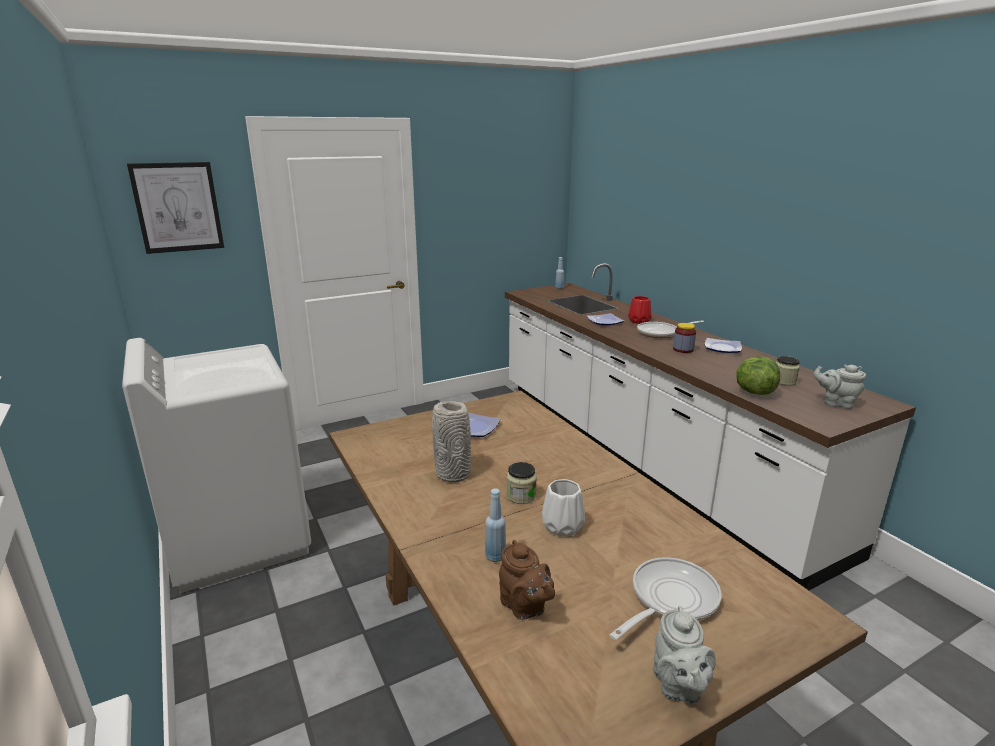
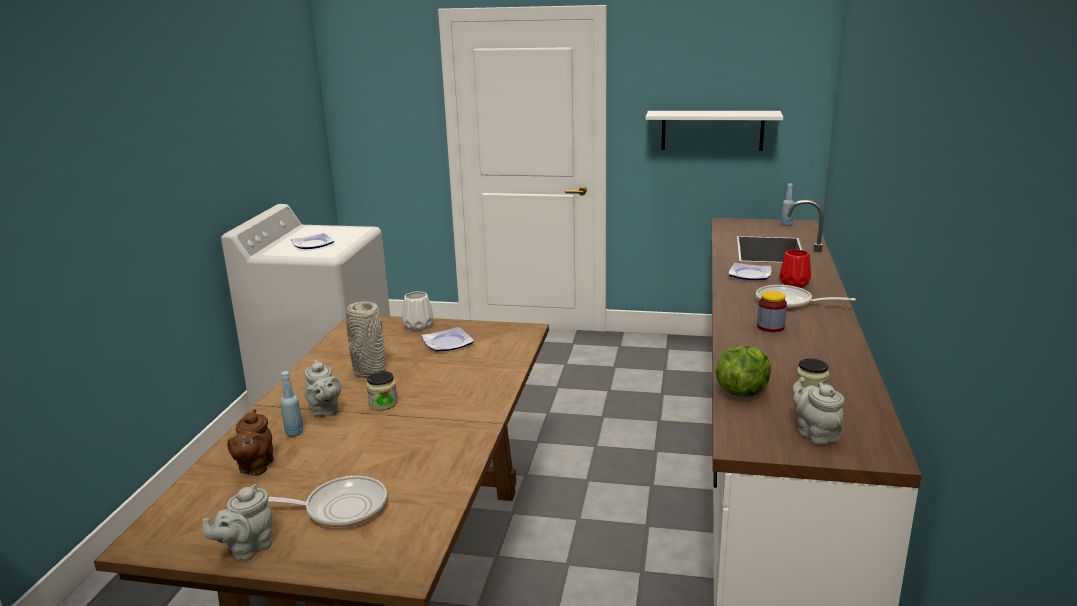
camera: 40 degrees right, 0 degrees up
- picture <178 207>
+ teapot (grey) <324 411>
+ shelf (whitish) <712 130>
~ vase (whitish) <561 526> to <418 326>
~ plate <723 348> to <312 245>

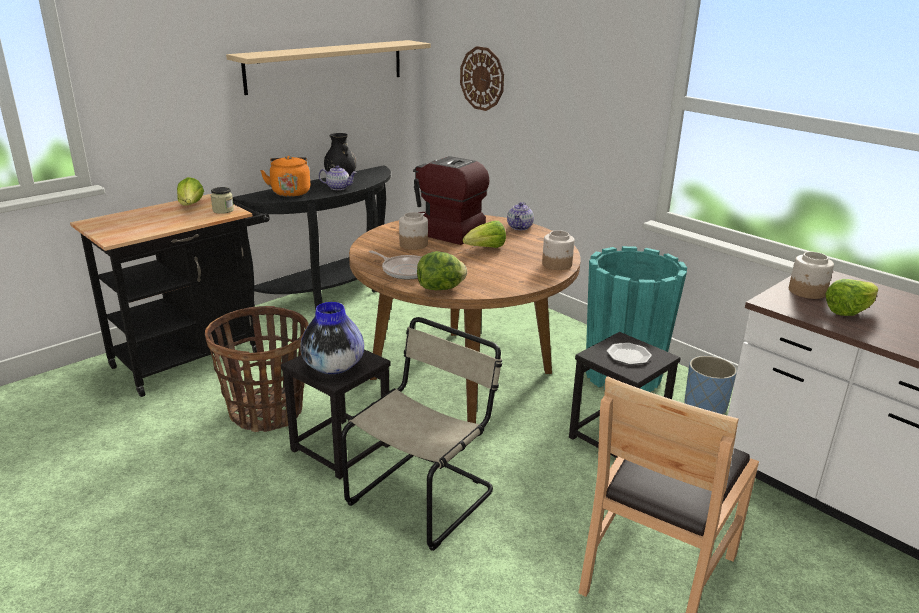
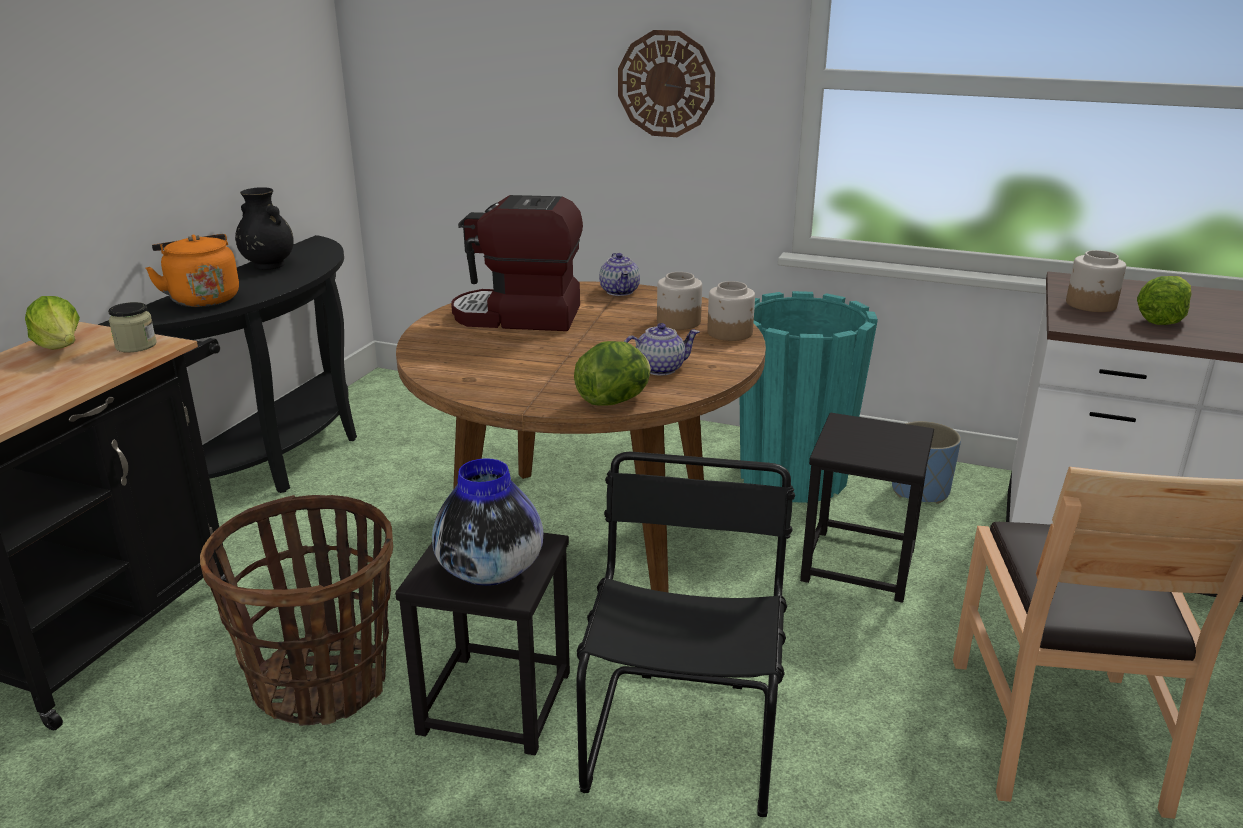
camera: 25 degrees left, 0 degrees up
- shelf (beige-coloured) <326 66>
- pan <405 270>
- lettuce <485 249>
- plate <628 355>
~ teapot <338 188> to <660 368>
~ jar <413 244> to <678 322>
~ clock on the wall <482 78> to <666 84>
~ plain chair (beige-coloured) <425 495> to plain chair (black) <683 733>

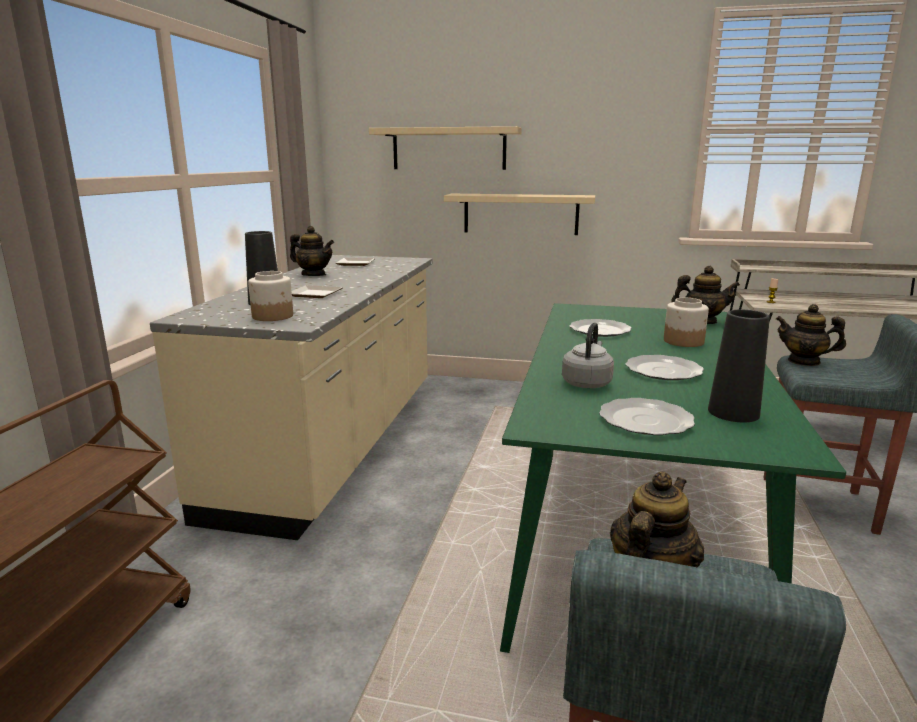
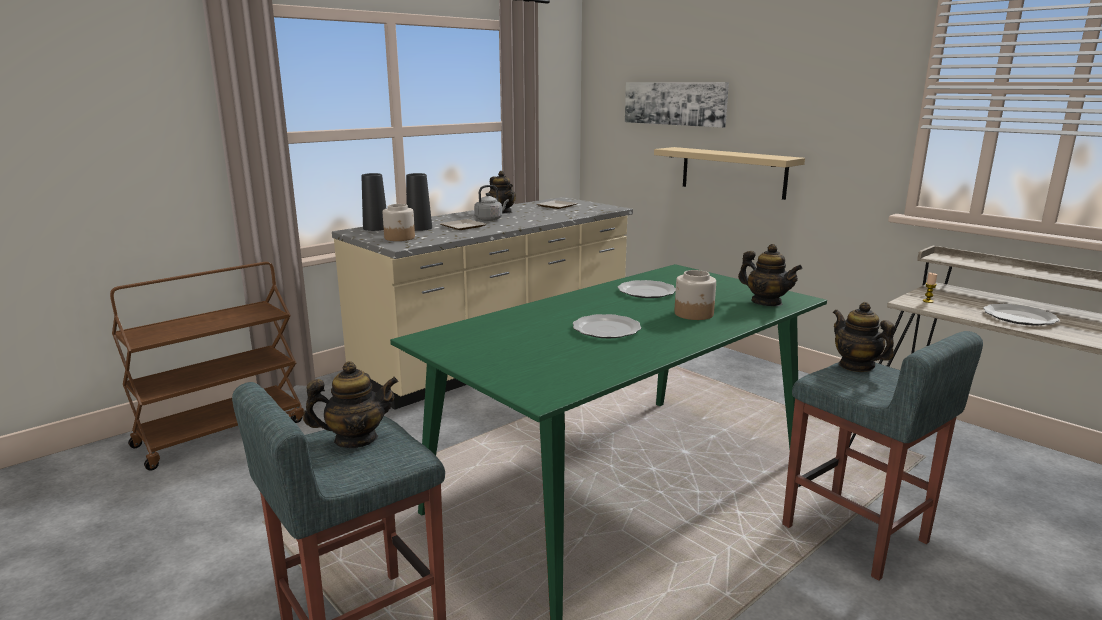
camera: 35 degrees right, 0 degrees up
~ tea kettle (grey) <587 383> to <490 219>
~ plate <646 420> to <1020 317>
~ vase (black) <733 412> to <376 228>
~ shelf (beige-coloured) <449 149> to picture <675 103>

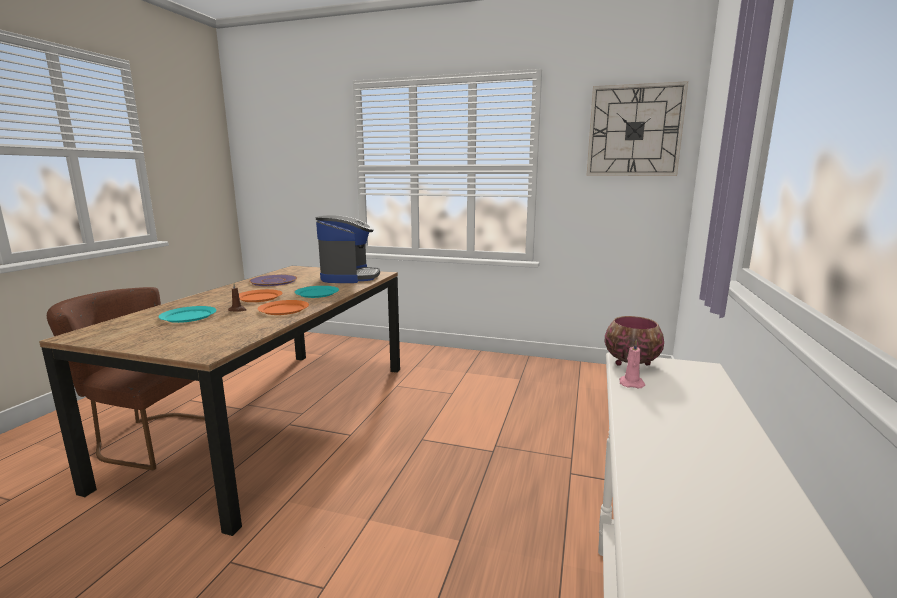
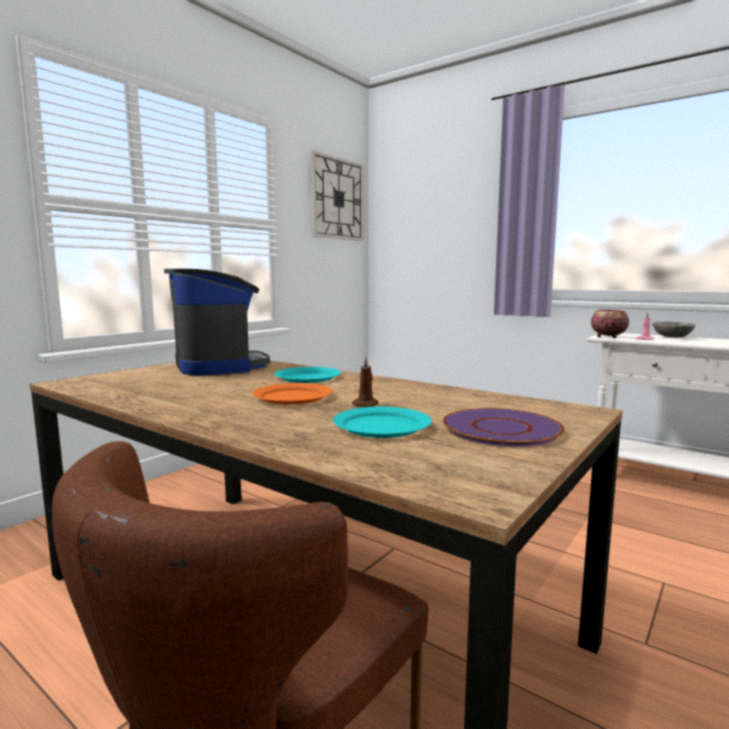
camera: 70 degrees left, 5 degrees down
- plate (orange) <283 310>
+ serving bowl (grey) <671 337>
~ plate (purple) <273 281> to <501 429>
~ coffee brewer <349 277> = <219 366> 45 degrees clockwise

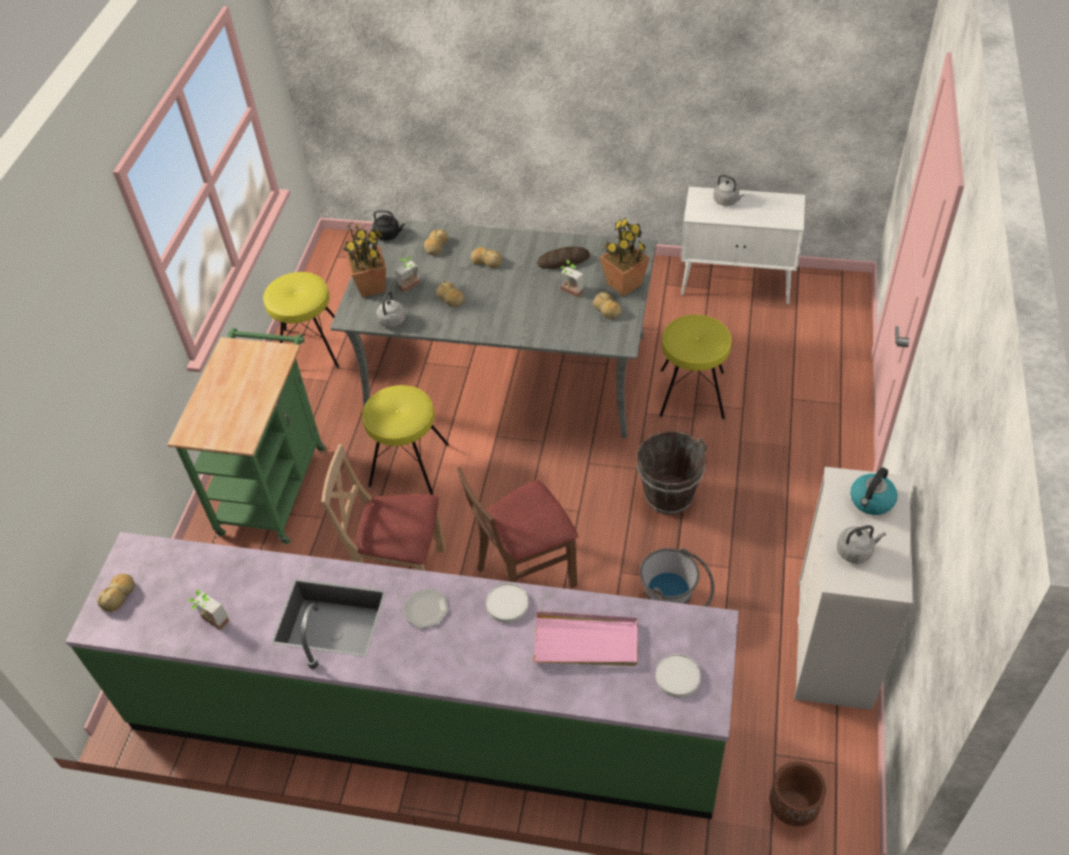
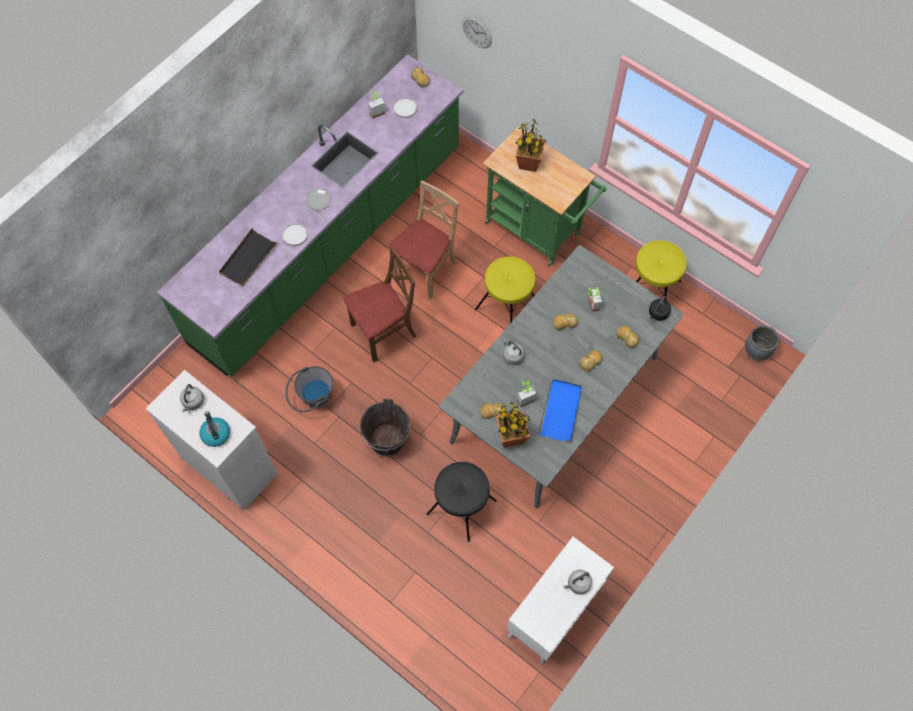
camera: 115 degrees right, 15 degrees up
- flower pot (brown-coloured) <793 807>
+ clock on the wall <477 32>
+ flower pot (grey) <757 351>
~ potted plant <371 286> to <529 163>
~ tea kettle (grey) <391 322> to <512 356>
~ plate (whitish) <678 677> to <405 109>
~ bread <563 261> to tray (blue) <560 411>
~ tray (pink) <586 642> to tray (black) <248 259>
~ sitting stool (yellow-coloured) <692 394> to sitting stool (black) <461 507>
~ plain chair (brown-coloured) <525 574> = <384 332> 60 degrees clockwise

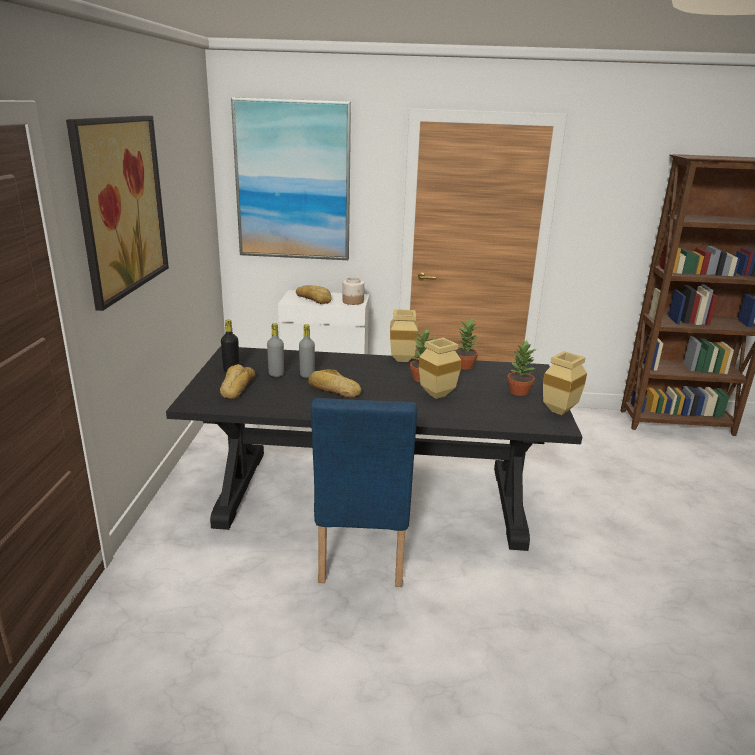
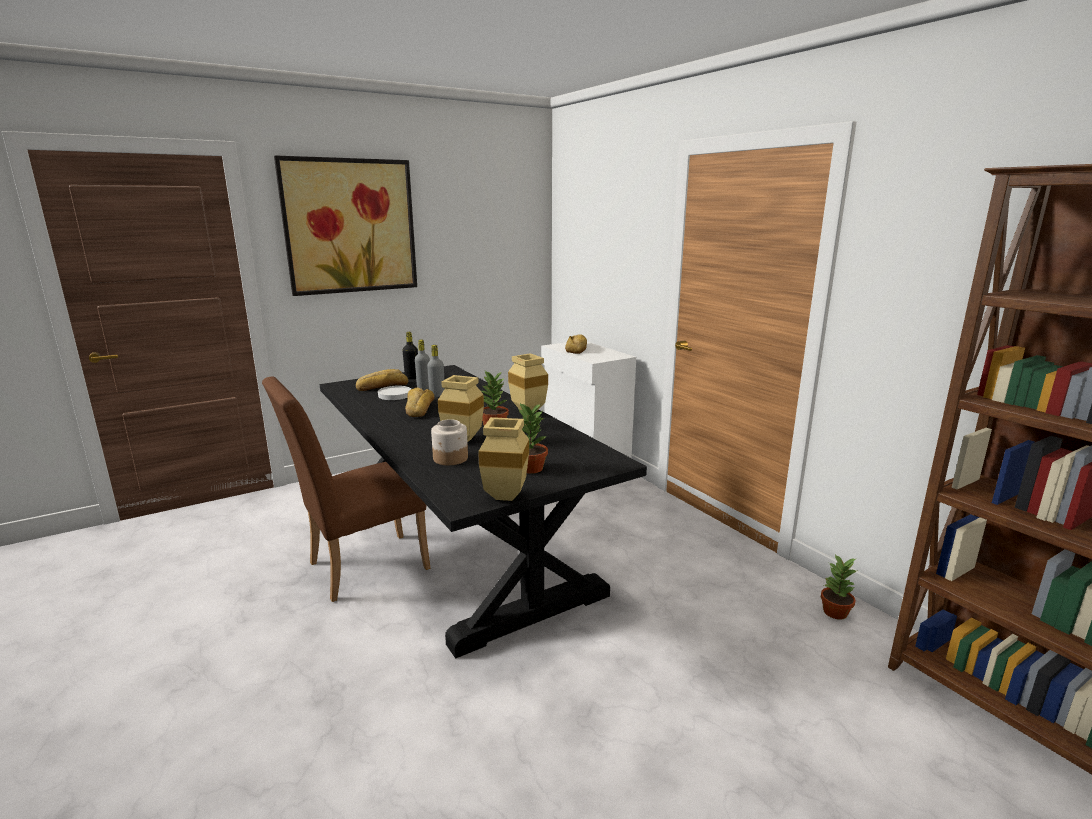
camera: 55 degrees right, 5 degrees down
- picture <293 181>
+ plate (whitish) <395 395>
~ jar <353 301> to <450 458>
~ potted plant <464 366> to <835 613>
~ plain chair (blue) <361 558> to plain chair (brown-coloured) <359 568>

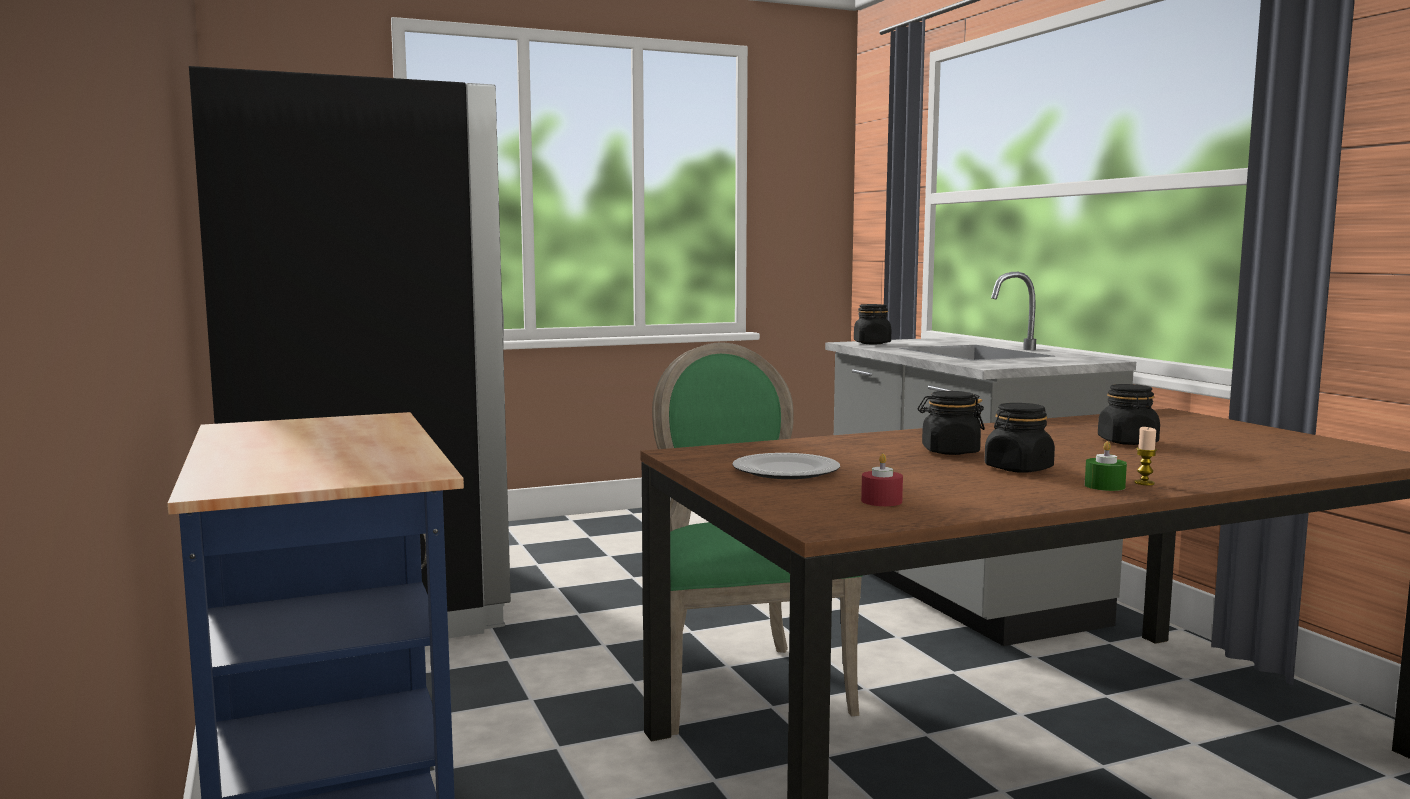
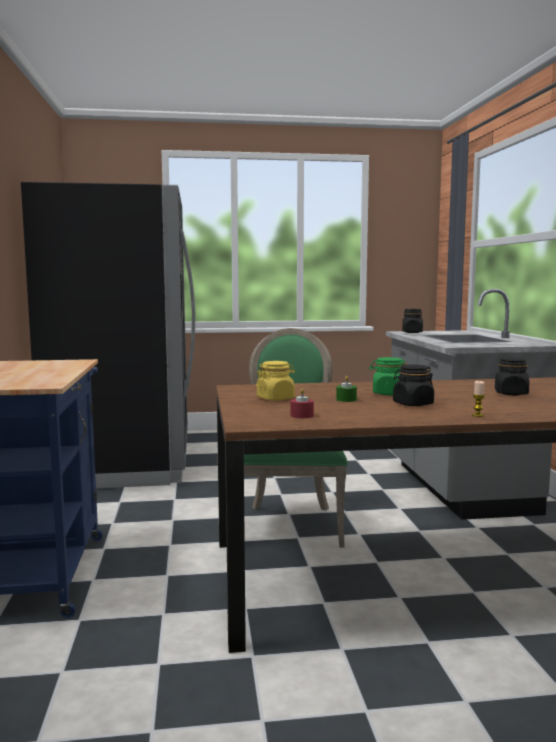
camera: 15 degrees right, 0 degrees up
~ wax candle (greenish) <1104 486> to <346 400>
~ plate <786 471> to jar (yellow-coloured) <275 398>
~ jar (black) <949 451> to jar (greenish) <388 393>

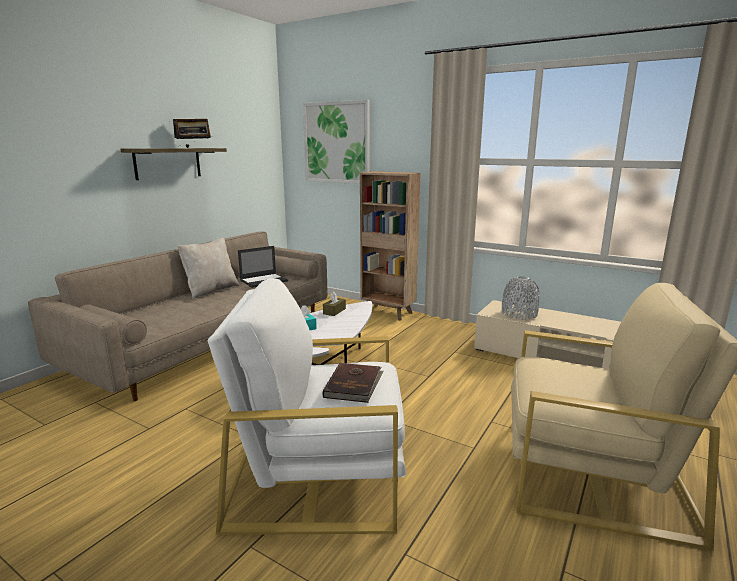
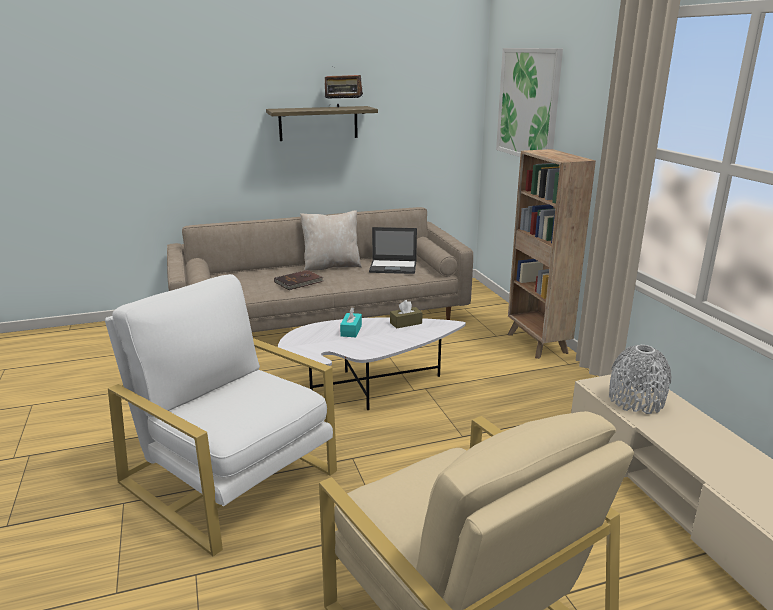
camera: 40 degrees right, 5 degrees up
~ bound book (brown-coloured) <354 384> to <299 282>

